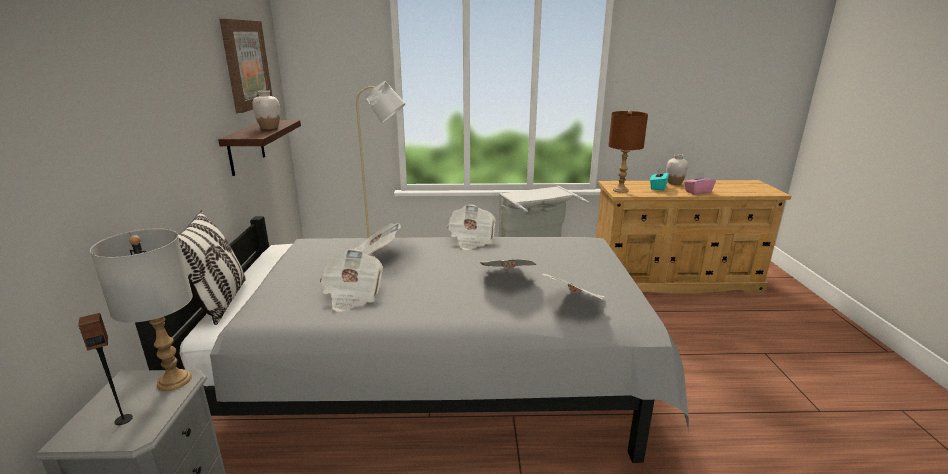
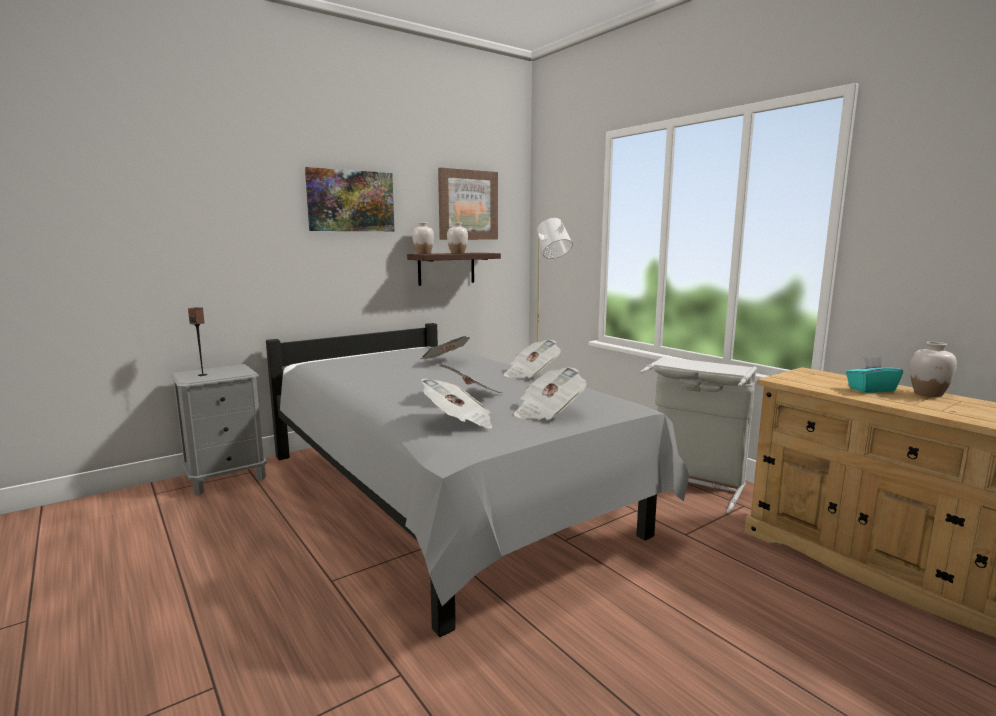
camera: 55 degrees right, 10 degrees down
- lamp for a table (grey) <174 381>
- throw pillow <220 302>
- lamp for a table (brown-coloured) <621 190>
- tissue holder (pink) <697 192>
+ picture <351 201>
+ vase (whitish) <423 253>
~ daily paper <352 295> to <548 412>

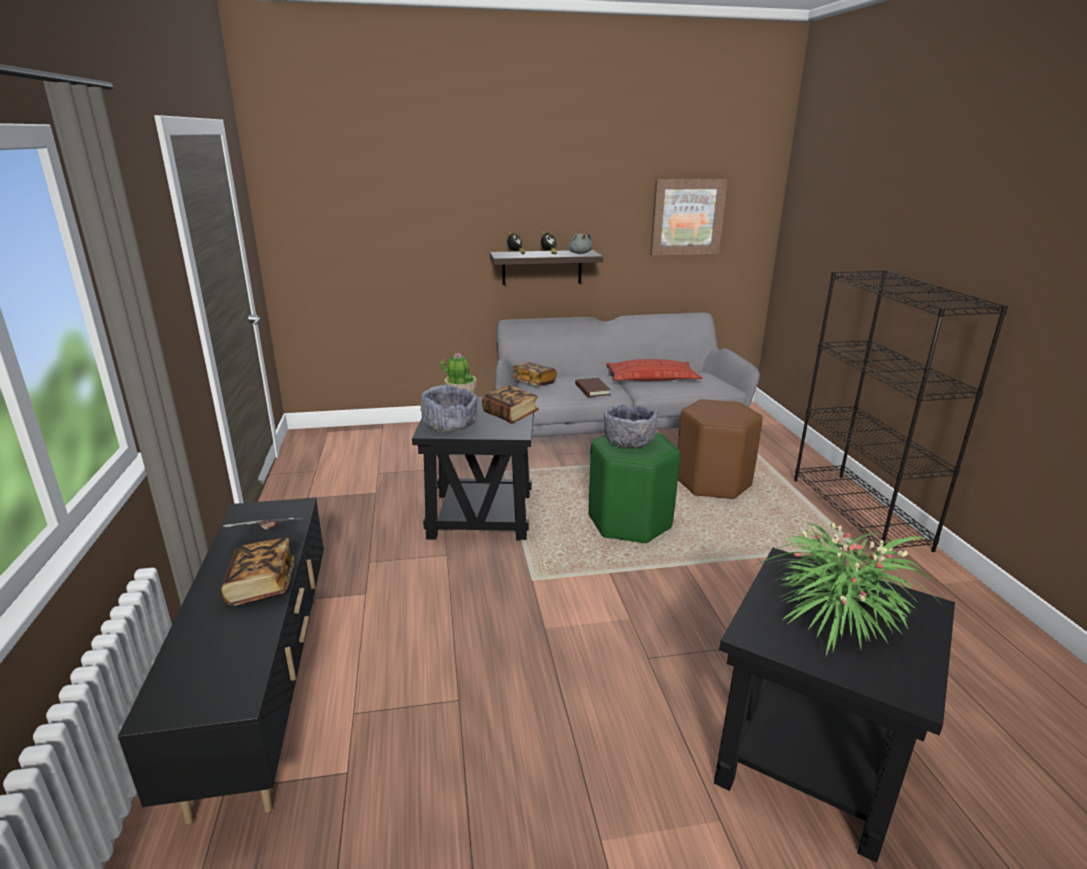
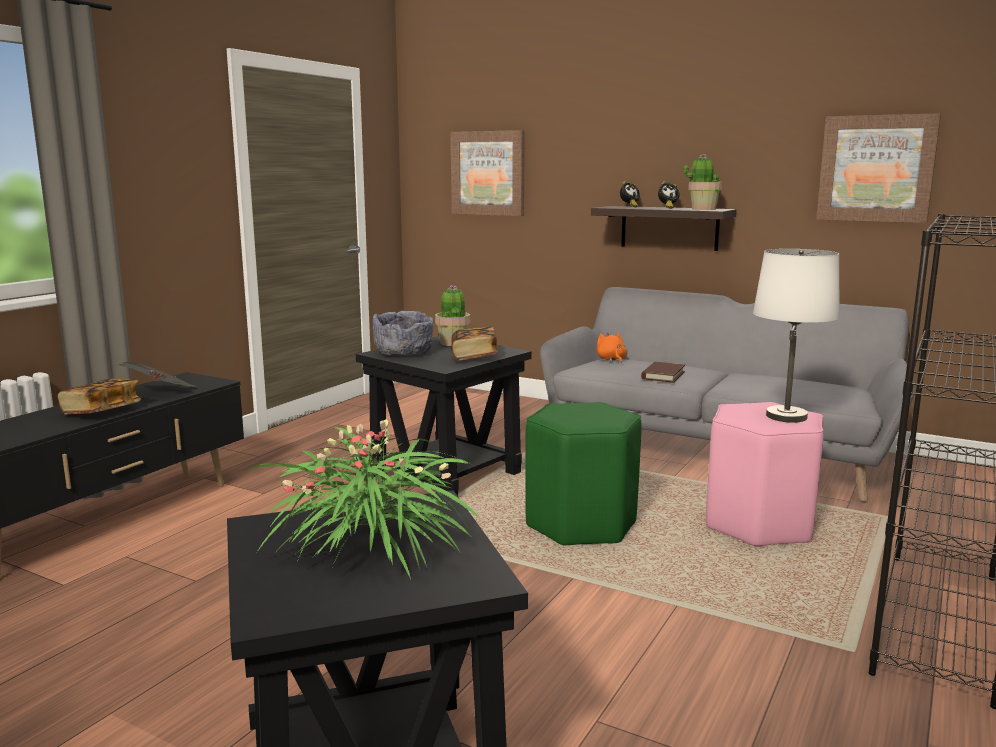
camera: 40 degrees right, 10 degrees down
- serving bowl (grey) <628 441>
- throw pillow <652 378>
+ picture <488 173>
+ lamp for a table (whitish) <785 416>
~ bound book <534 382> to soft toy (orange) <611 359>
~ soft toy (grey) <579 253> to potted plant <703 209>
~ sitting stool (brown-coloured) <713 483> to sitting stool (pink) <759 525>

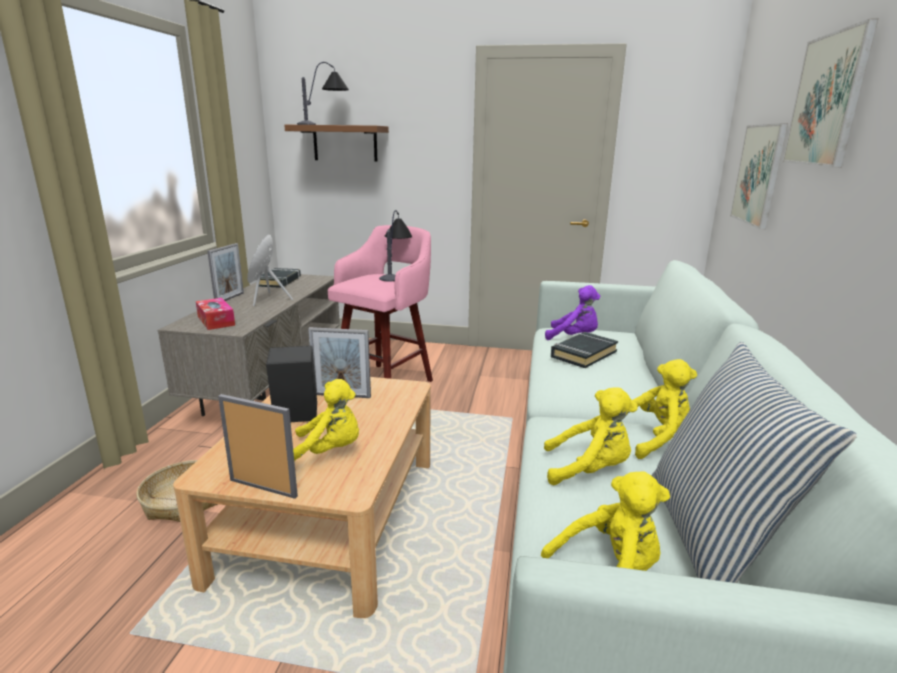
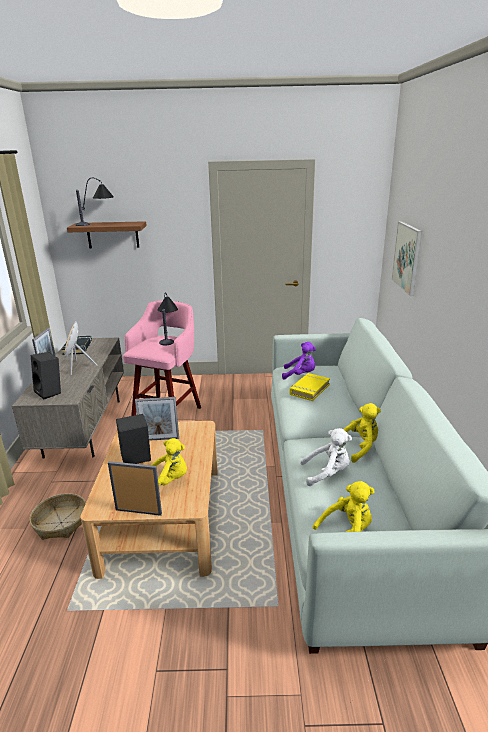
camera: 10 degrees left, 5 degrees up
- throw pillow <711 539>
- picture <827 100>
~ tissue holder <216 321> to audio speaker (black) <50 392>
~ soft toy (yellow-coloured) <589 470> to soft toy (whitish) <327 473>
~ bound book (black) <583 354> to bound book (yellow-coloured) <309 389>

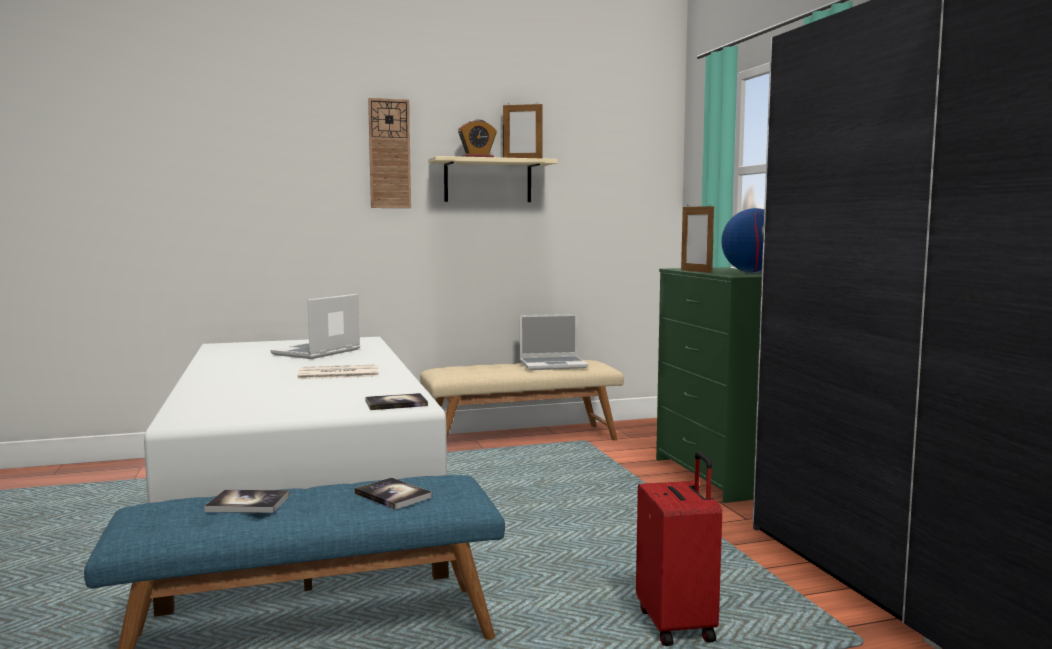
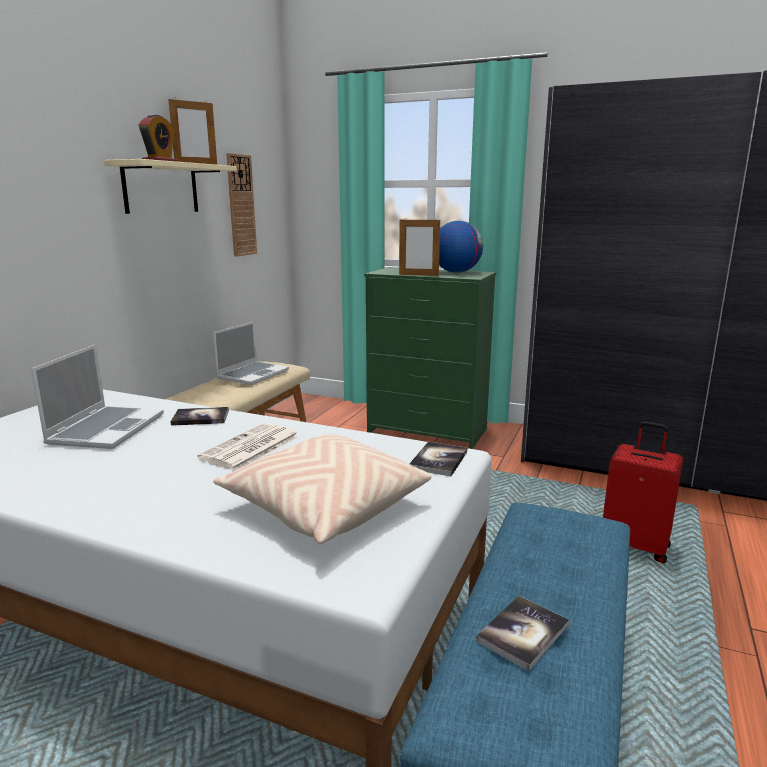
camera: 50 degrees left, 10 degrees up
+ throw pillow (beige-coloured) <324 507>
~ bound book <393 495> to <200 418>
~ clock on the wall <389 154> to <241 205>
~ laptop <317 352> = <106 429> 150 degrees counterclockwise

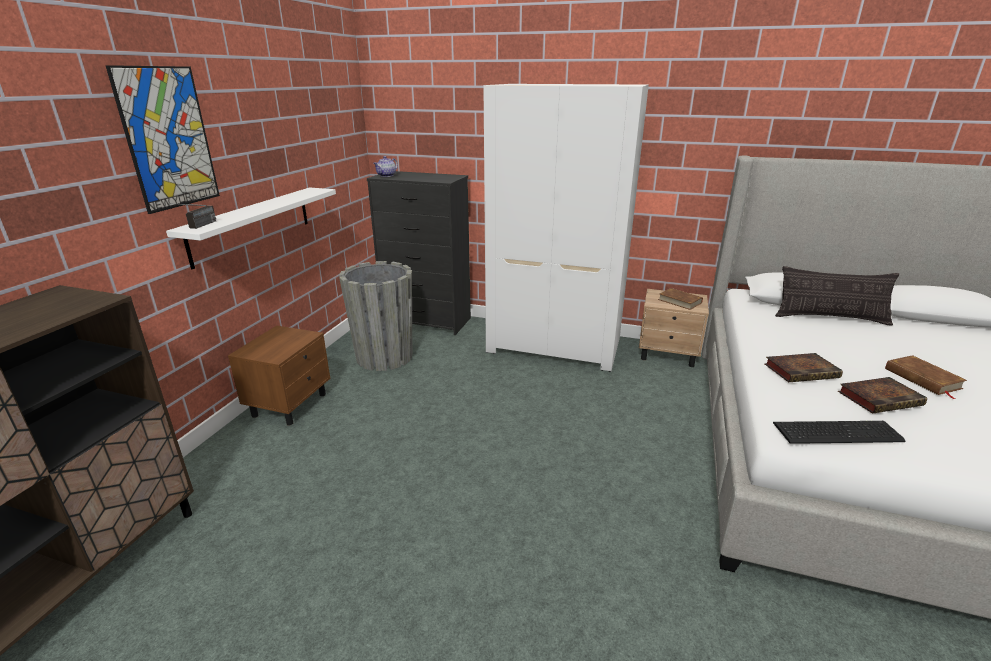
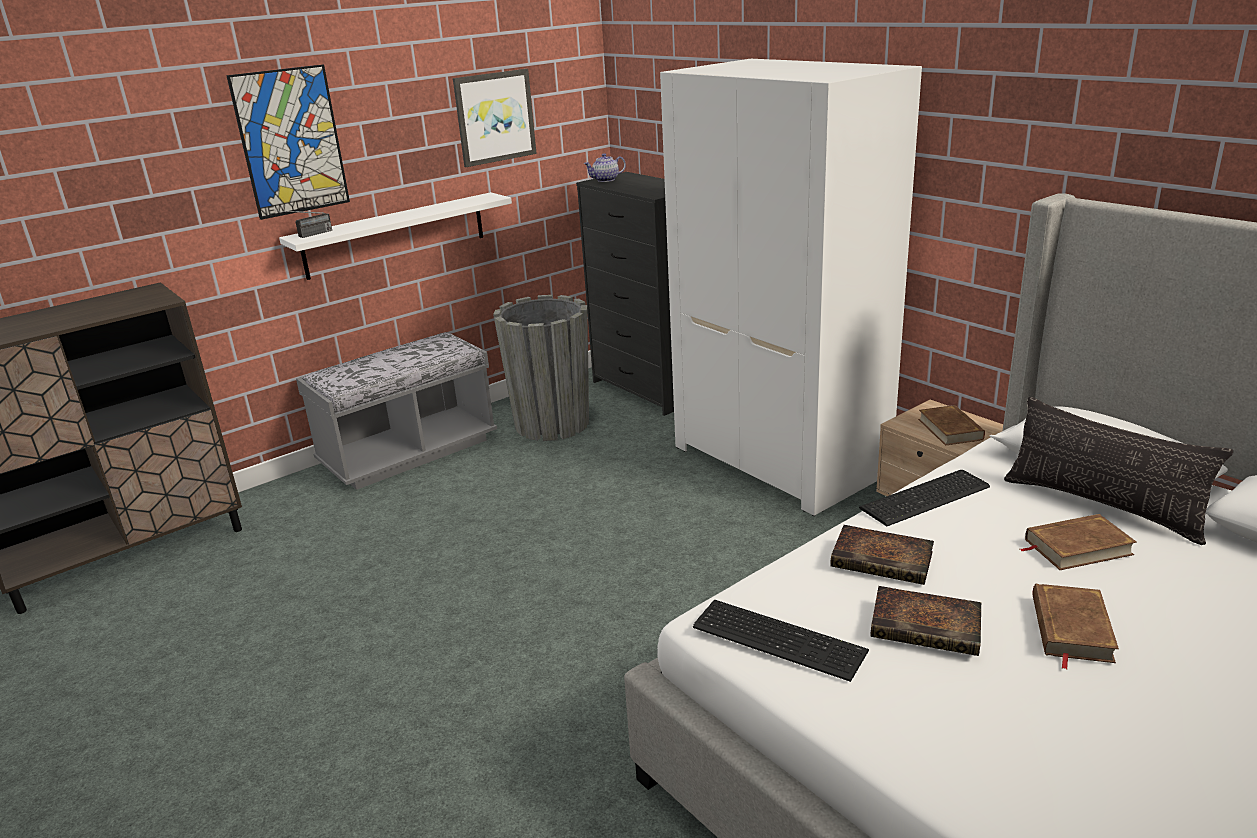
camera: 35 degrees right, 0 degrees up
+ picture <494 117>
+ keyboard <928 498>
+ bound book (brown-coloured) <1077 547>
~ night table (brown-coloured) <290 404> to bench (grey) <409 452>

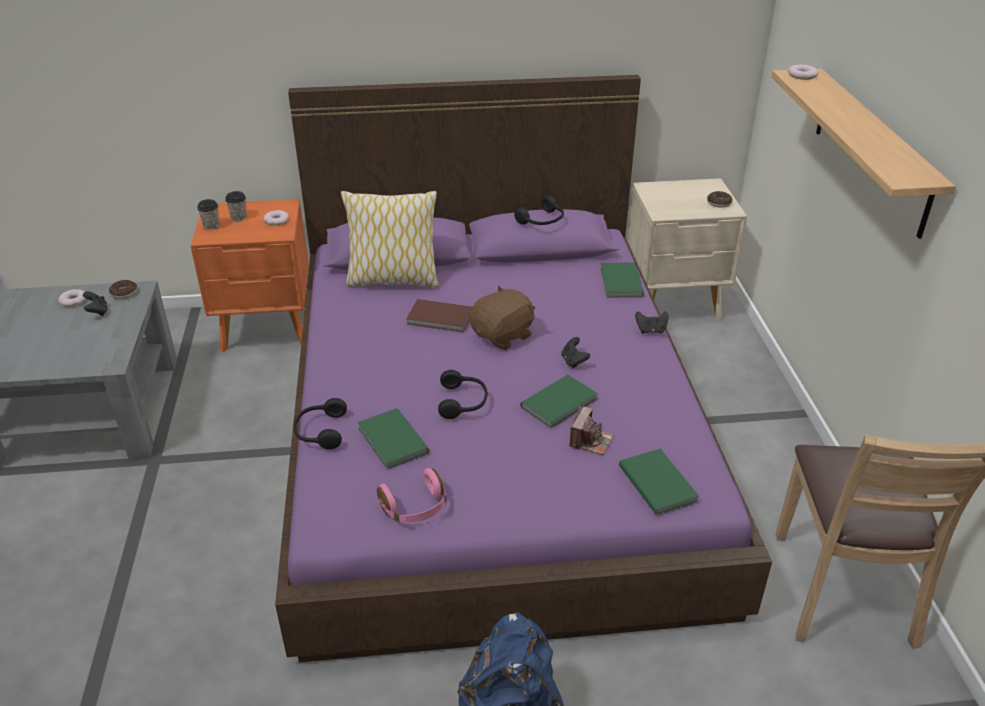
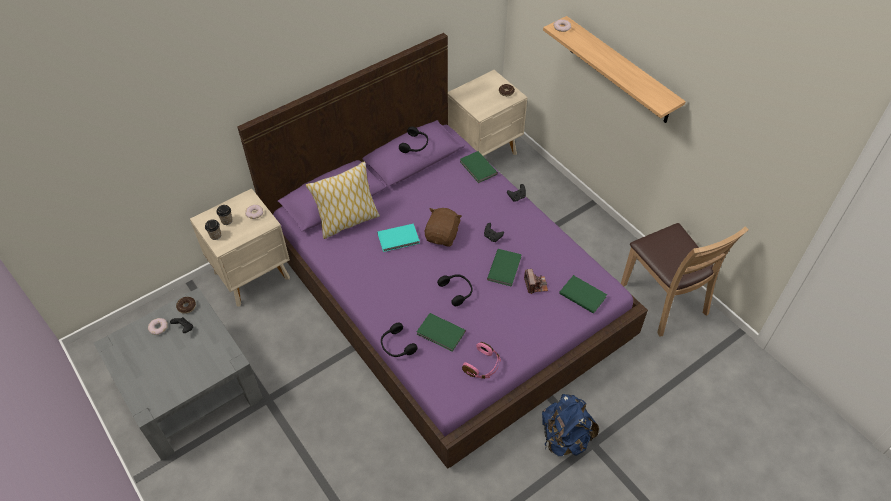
camera: 30 degrees left, 15 degrees up
~ night table (orange) <268 328> to night table (beige-coloured) <253 276>
~ bound book (brown-coloured) <440 319> to bound book (turquoise) <399 239>

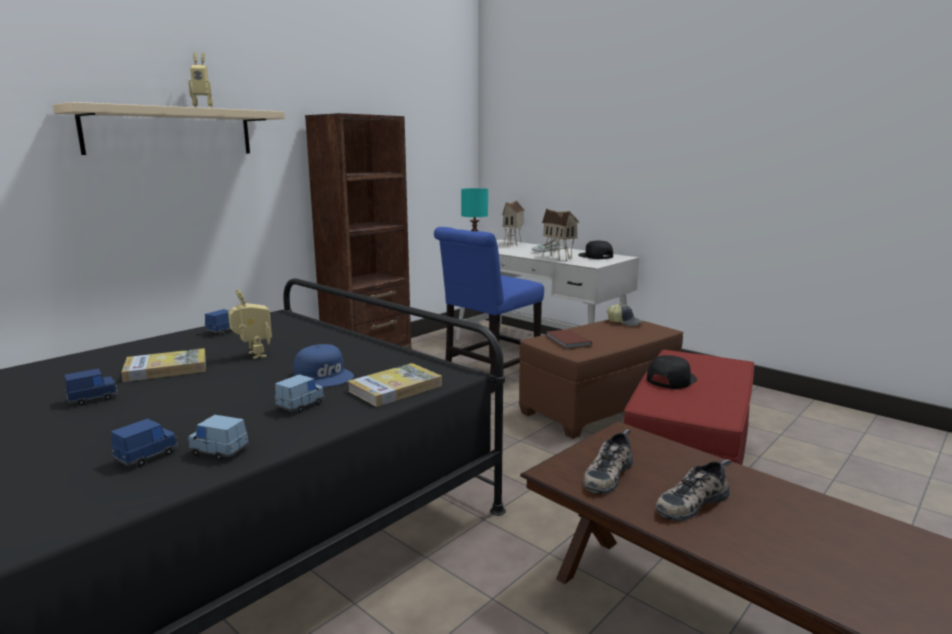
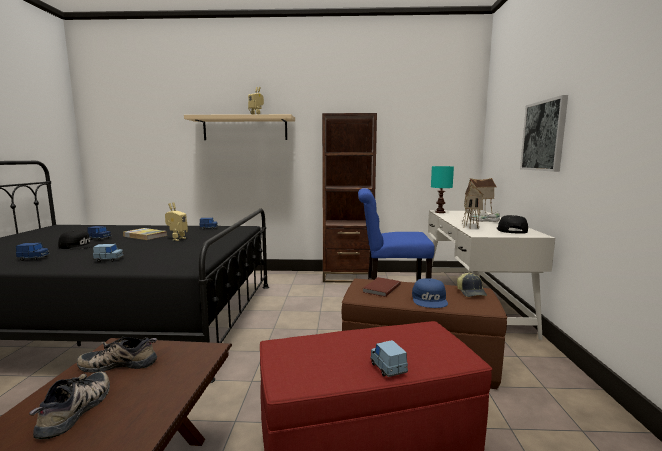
camera: 50 degrees right, 5 degrees down
- bound book <395 388>
+ picture <544 136>
~ model car (blue) <219 451> to <388 368>
~ cap (blue) <324 375> to <430 299>
~ cap (black) <670 379> to <79 245>
~ item of footwear <691 502> = <77 409> 75 degrees clockwise

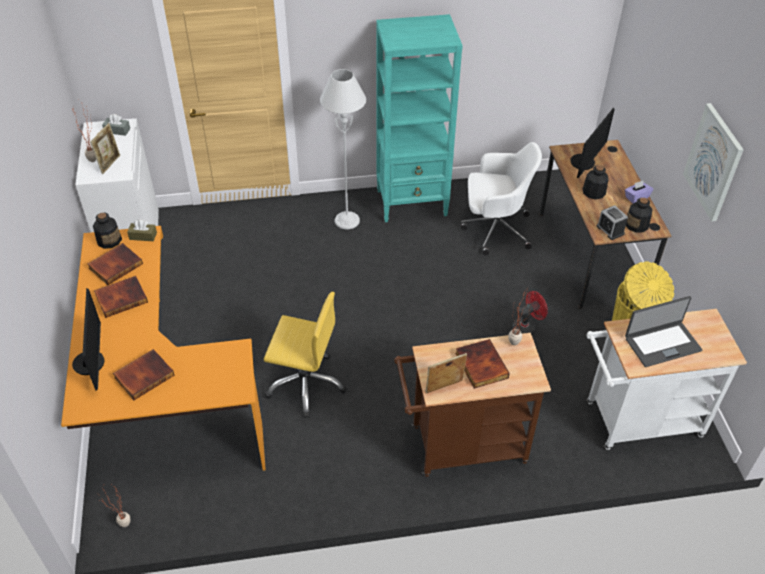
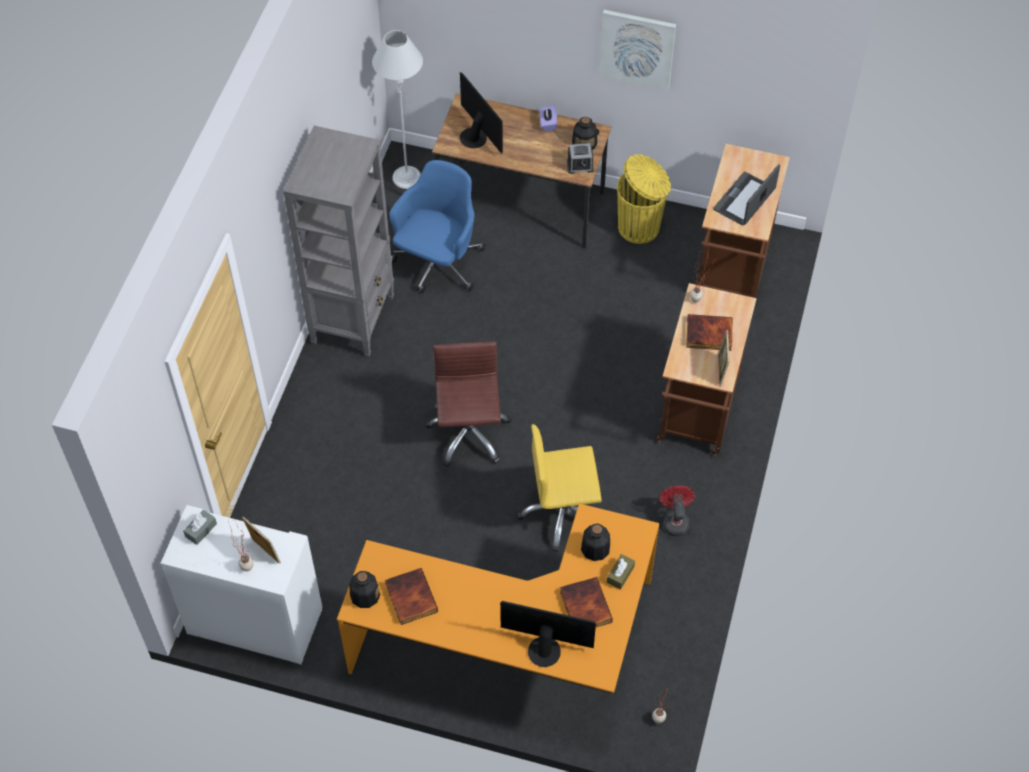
camera: 65 degrees left, 10 degrees up
- bound book <121 298>
+ computer chair (brown-coloured) <468 434>
~ tissue holder (brown-coloured) <143 236> to <620 574>
~ floor lamp (grey) <347 220> to <406 177>
~ electric fan (red-coloured) <526 327> to <675 520>
~ bottle <593 192> to <595 548>
~ shelving unit (turquoise) <412 203> to shelving unit (grey) <353 319>
~ computer chair (whitish) <494 228> to computer chair (blue) <438 264>
~ wheeled cart (whitish) <636 421> to wheeled cart (brown-coloured) <732 273>
~ computer chair (yellow-coloured) <306 383> = <562 513> 135 degrees counterclockwise
~ laptop <662 343> = <745 200> 150 degrees counterclockwise

